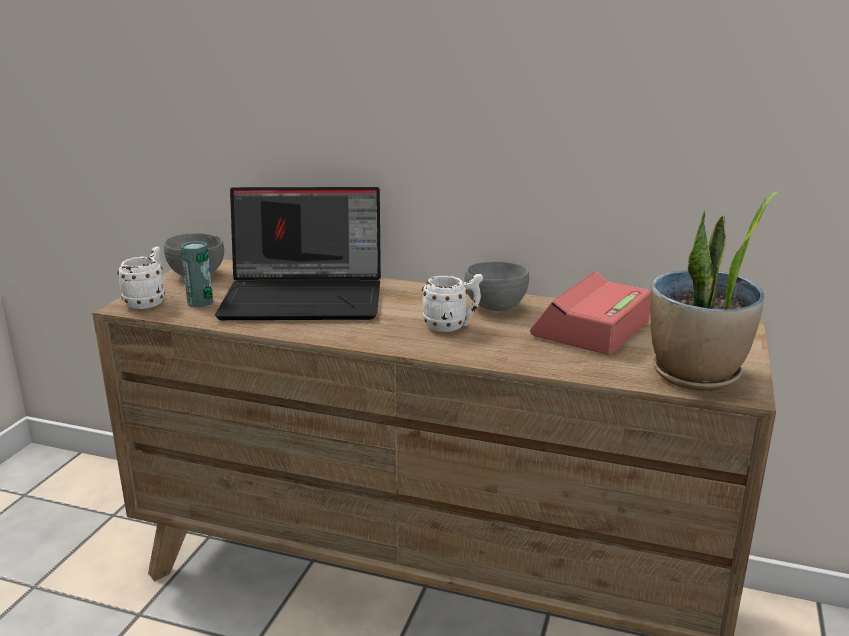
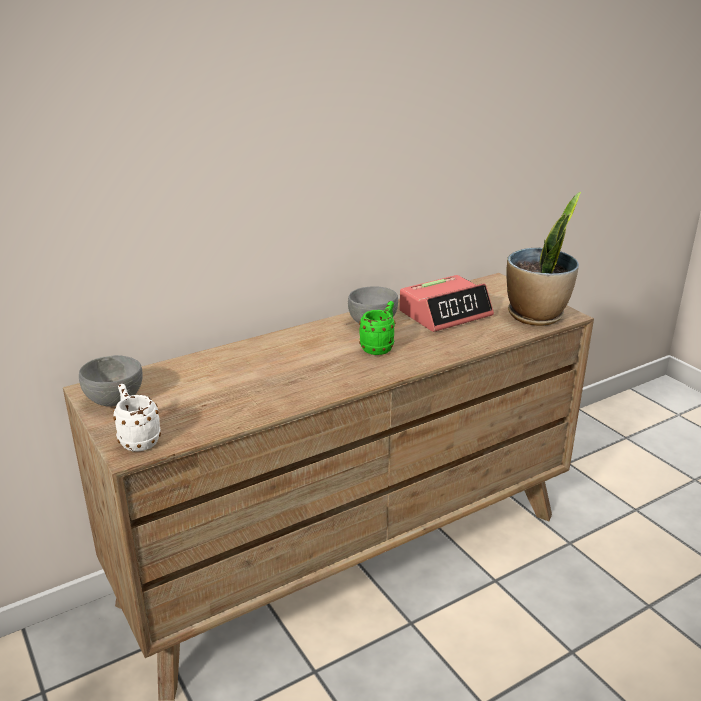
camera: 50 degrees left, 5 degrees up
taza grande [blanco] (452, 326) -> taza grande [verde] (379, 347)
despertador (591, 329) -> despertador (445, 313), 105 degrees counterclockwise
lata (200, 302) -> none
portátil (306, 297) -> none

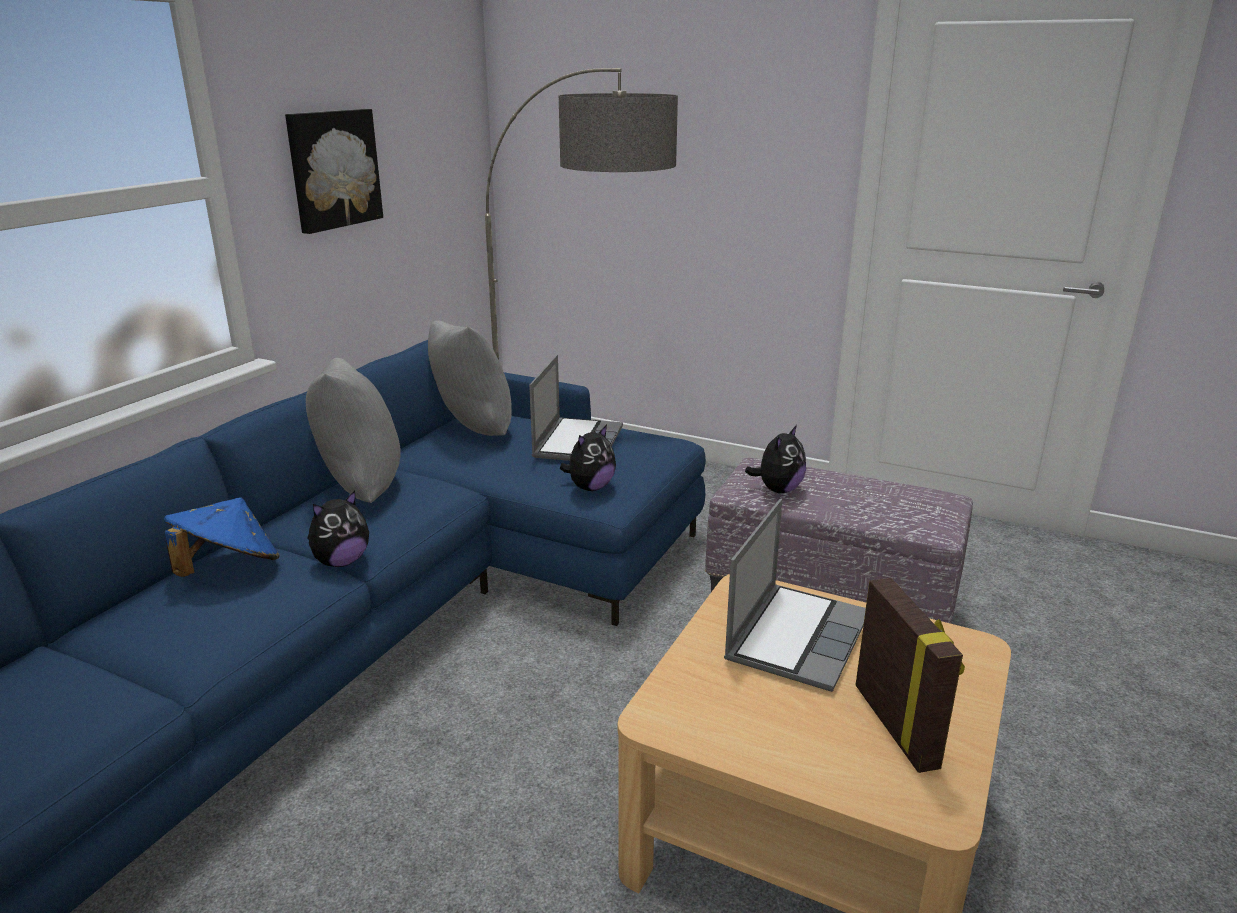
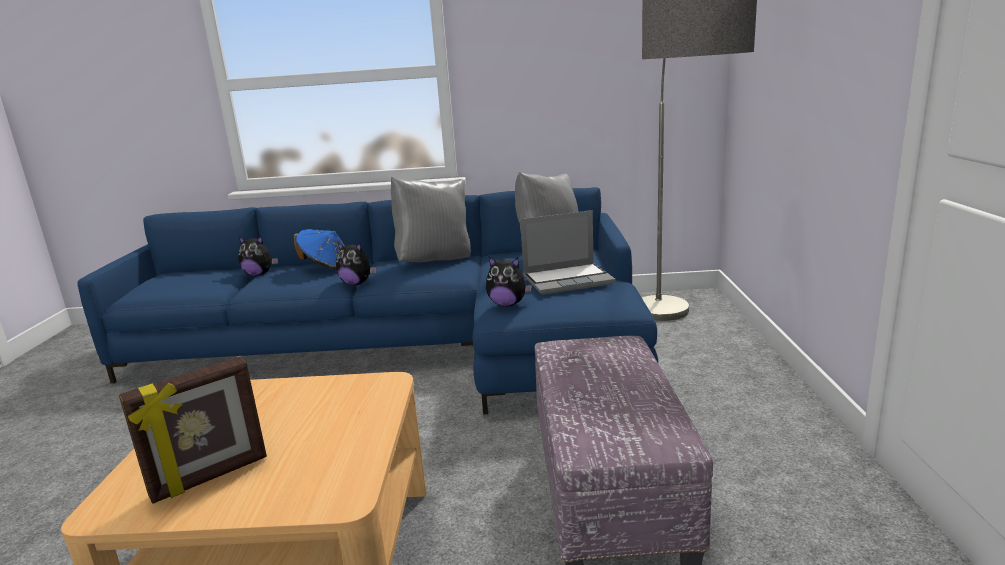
camera: 65 degrees right, 5 degrees down
peluche (778, 490) -> peluche (259, 274), shifted
cuadro (333, 169) -> none
portátil (796, 637) -> none

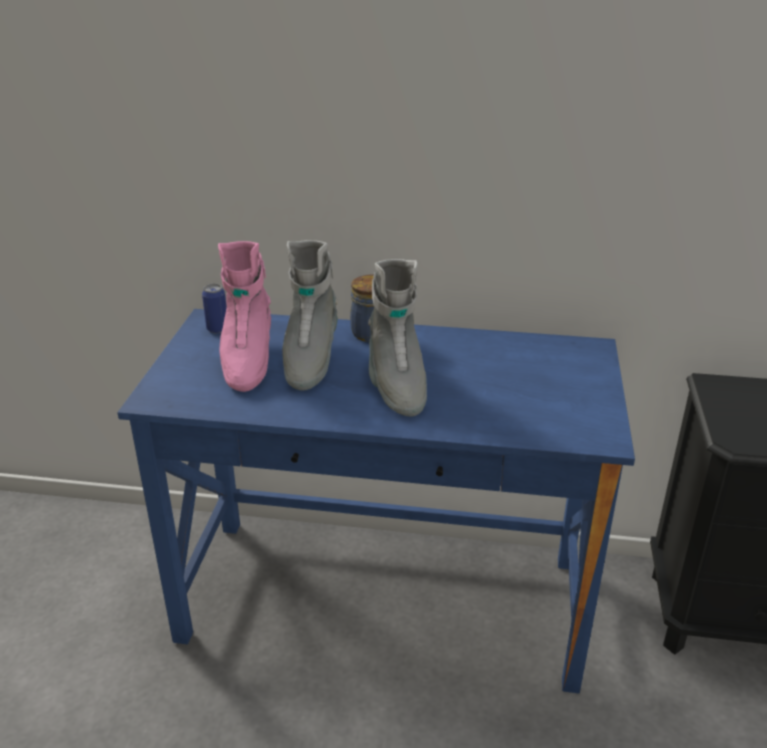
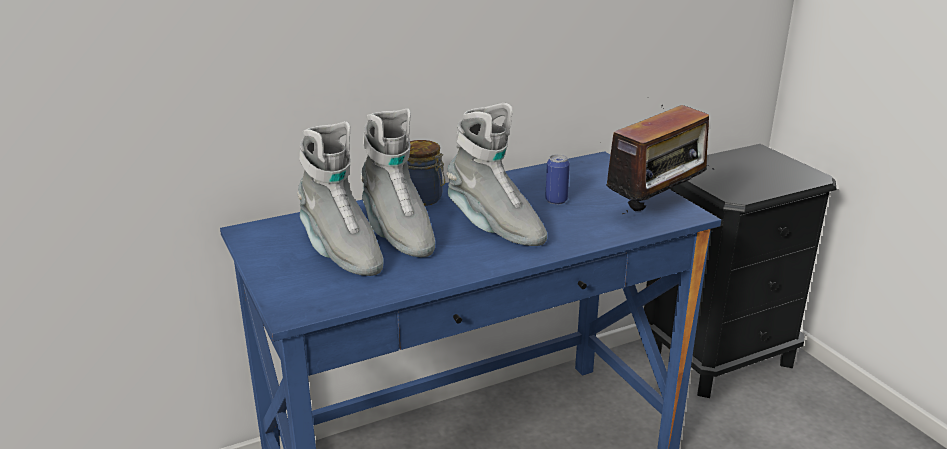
camera: 35 degrees left, 5 degrees down
bota [rosa] (246, 360) -> bota [gris] (340, 251)
lata (217, 329) -> lata (556, 200), shifted
none -> radio (656, 208)

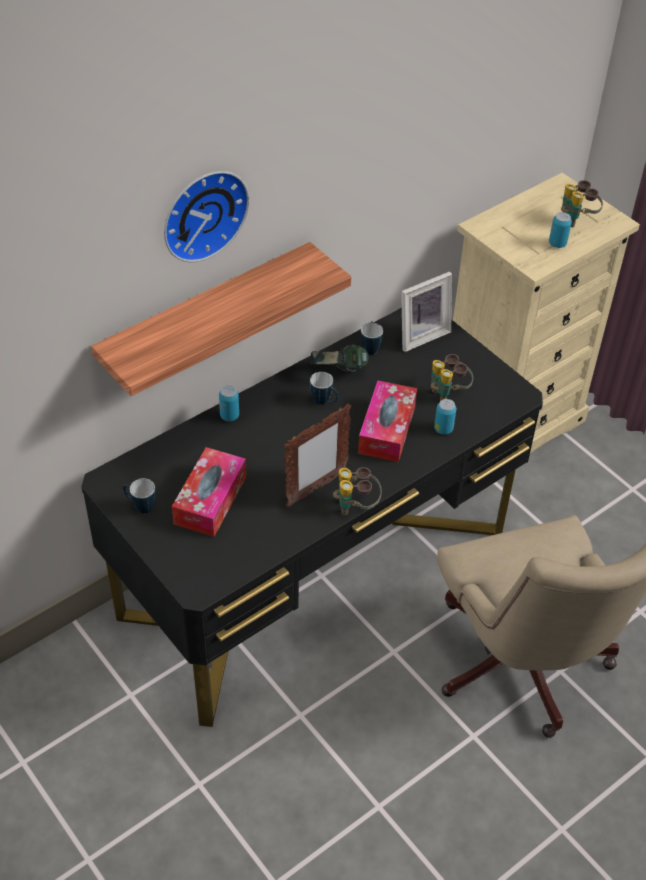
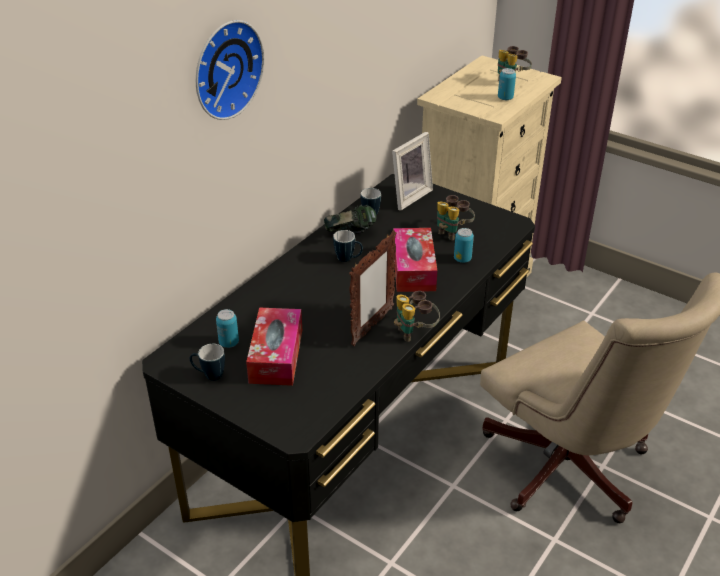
camera: 15 degrees left, 10 degrees down
lata (229, 416) -> lata (229, 343), shifted
estante (207, 319) -> none

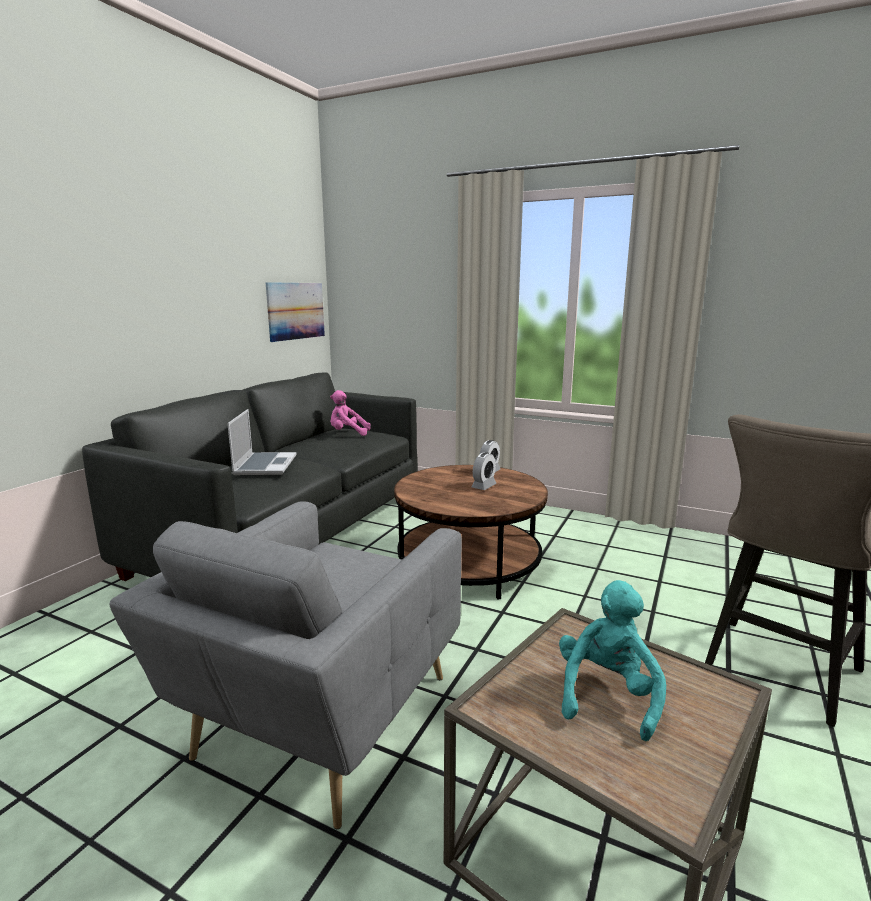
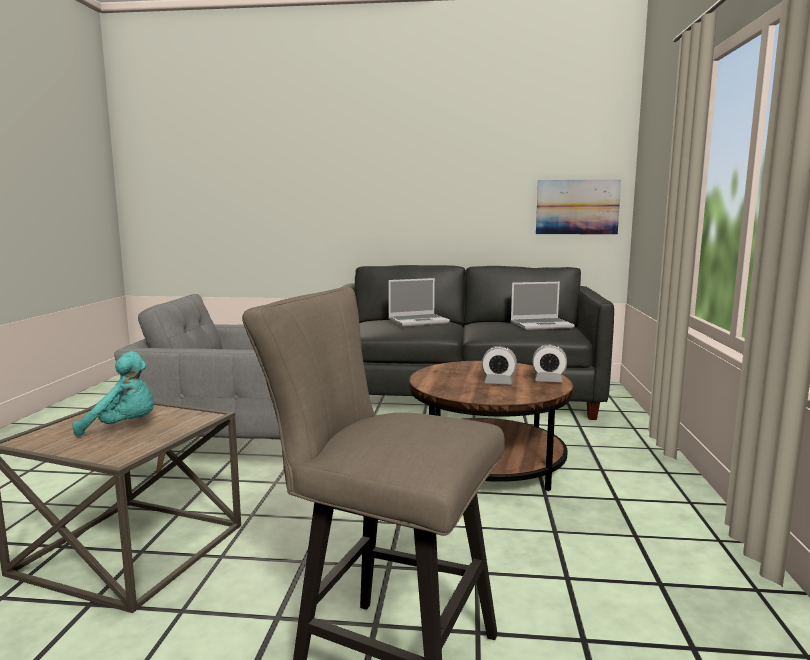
camera: 70 degrees right, 5 degrees down
peluche [rosa] (347, 433) -> portátil (541, 325)

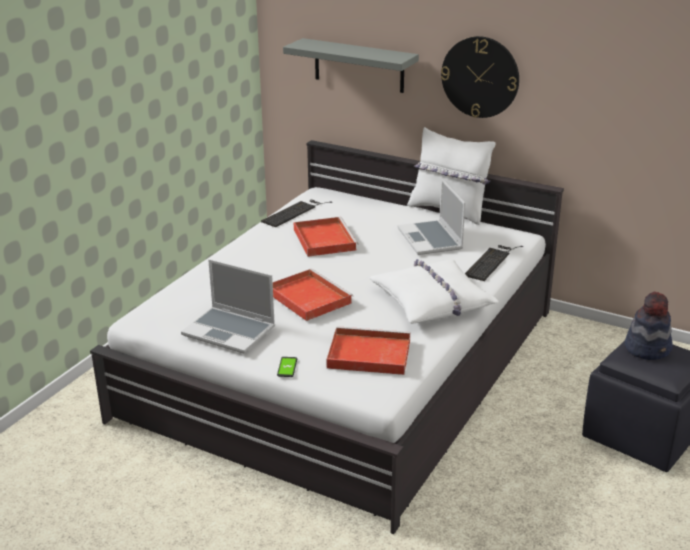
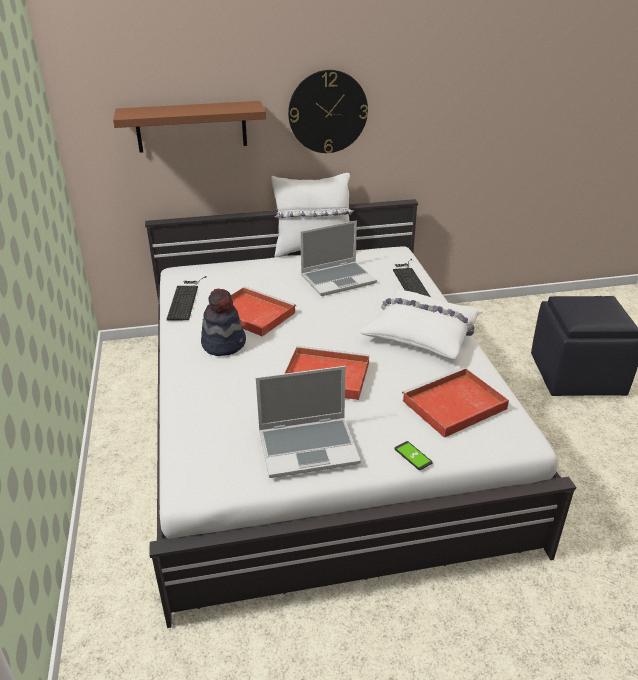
camera: 40 degrees left, 5 degrees up
estante [gris] (359, 65) -> estante [marrón] (191, 126)
sombrero (648, 348) -> sombrero (224, 343), shifted
portátil (431, 239) -> portátil (338, 279), 60 degrees counterclockwise

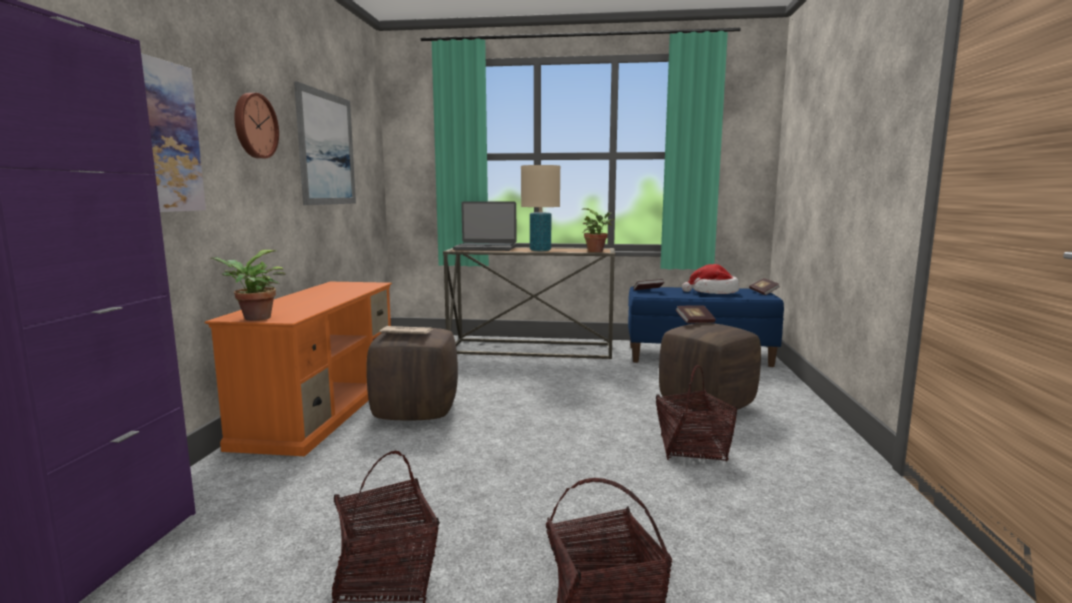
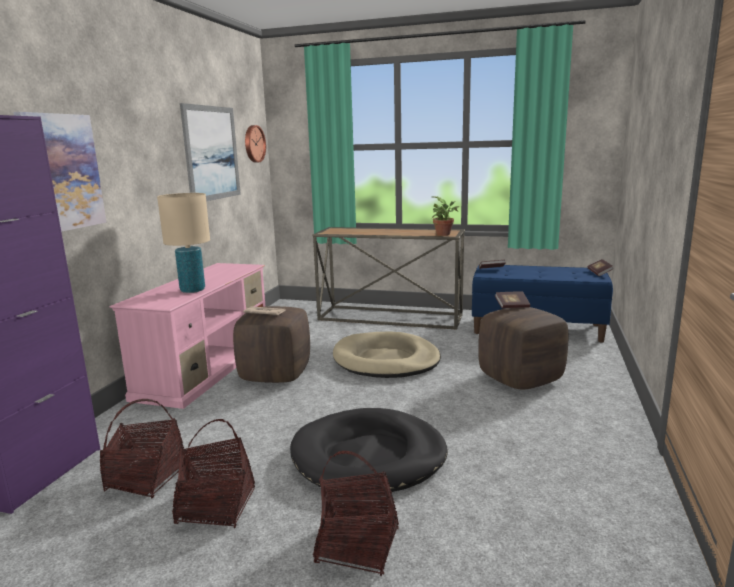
camera: 10 degrees right, 5 degrees up
cesta (692, 449) -> cesta (147, 479), shifted
mueble de televisión [naranja] (324, 406) -> mueble de televisión [rosa] (208, 366)
lámpara de mesa [beis] (540, 250) -> lámpara de mesa [beis] (192, 290), shifted
reloj de pared (254, 126) -> reloj de pared (253, 144), shifted
none -> cama para perro [negro] (369, 456)
none -> cama para perro [beis] (386, 360)
planta en maceta (253, 318) -> none
portátil (485, 248) -> none
sombrero (713, 292) -> none

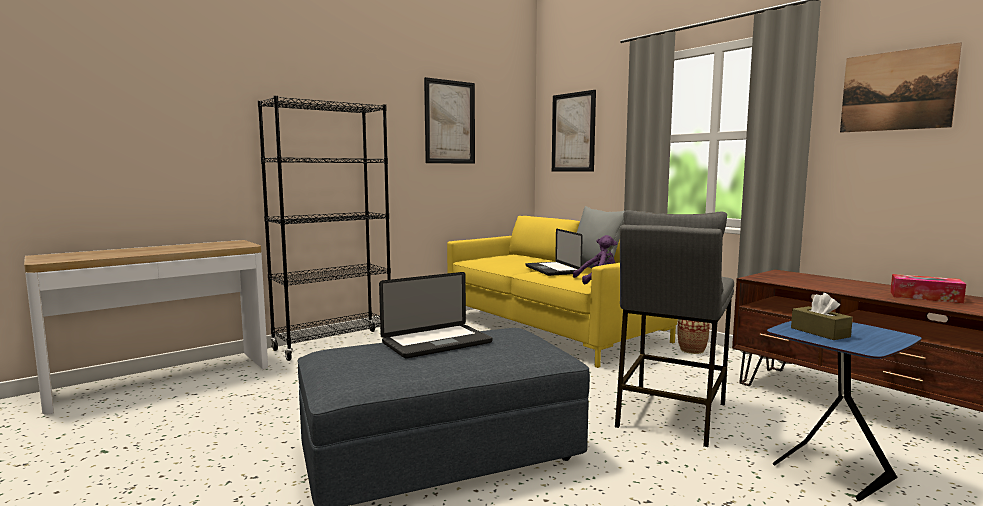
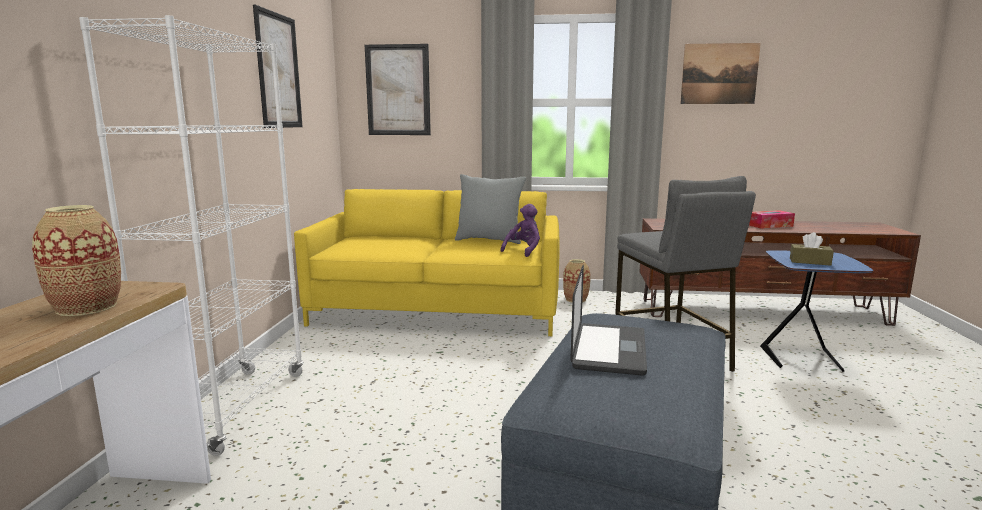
camera: 45 degrees left, 5 degrees up
none -> florero (86, 307)
estantería [negro] (334, 344) -> estantería [blanco] (234, 408)
portátil (552, 270) -> none

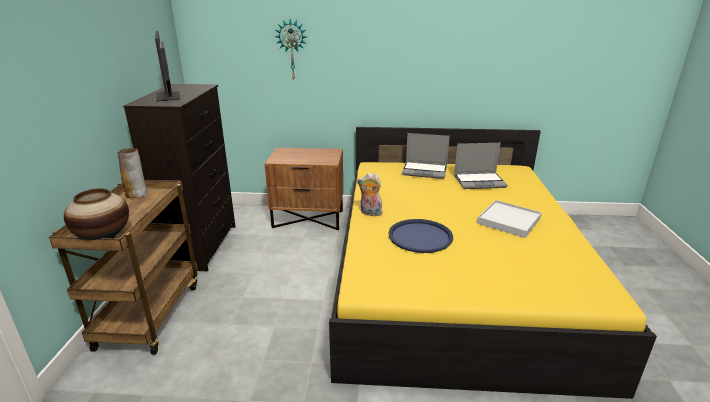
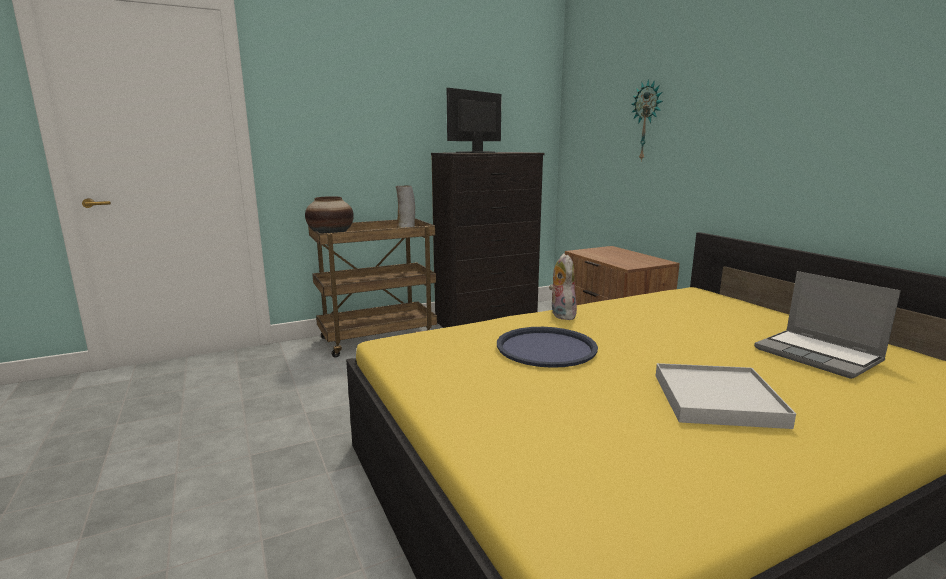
camera: 60 degrees right, 10 degrees down
portátil (425, 171) -> none

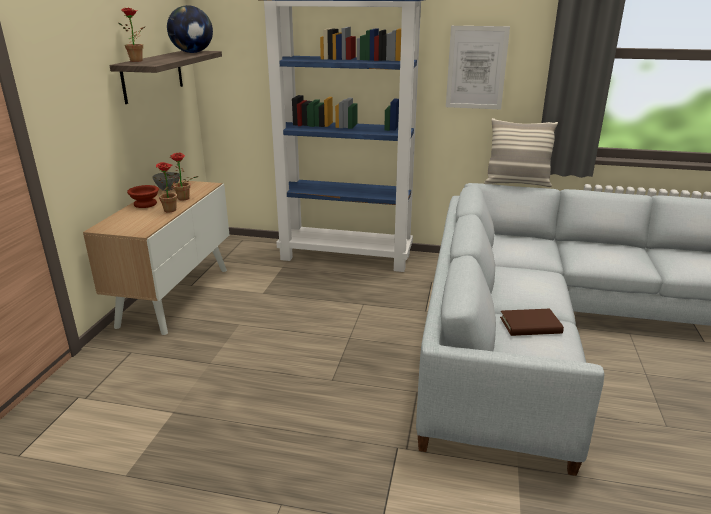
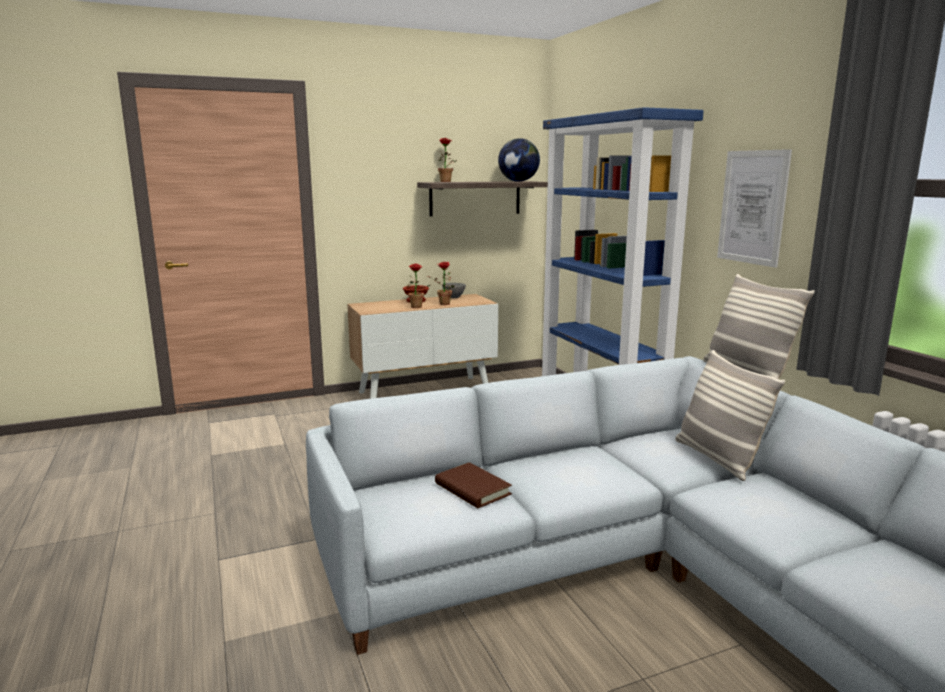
camera: 55 degrees right, 10 degrees down
none -> cojín (717, 458)

